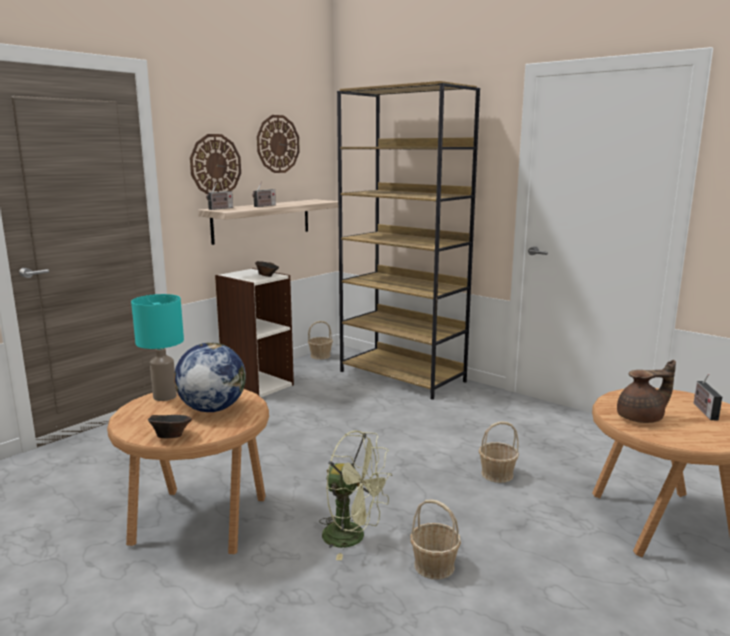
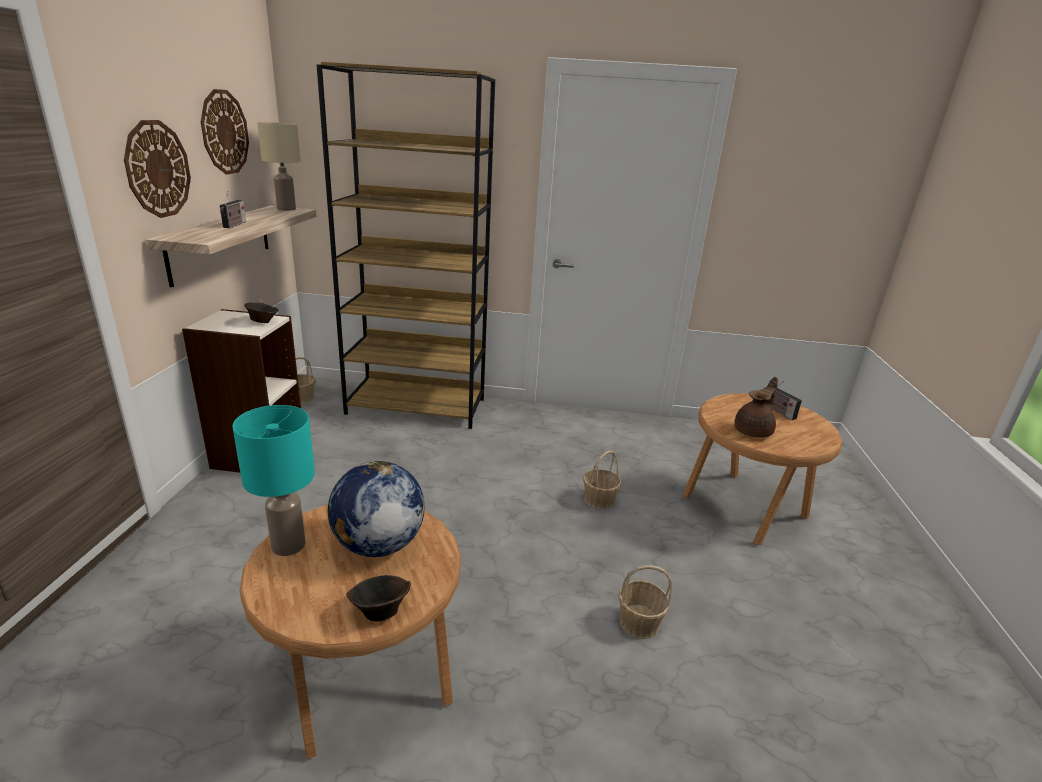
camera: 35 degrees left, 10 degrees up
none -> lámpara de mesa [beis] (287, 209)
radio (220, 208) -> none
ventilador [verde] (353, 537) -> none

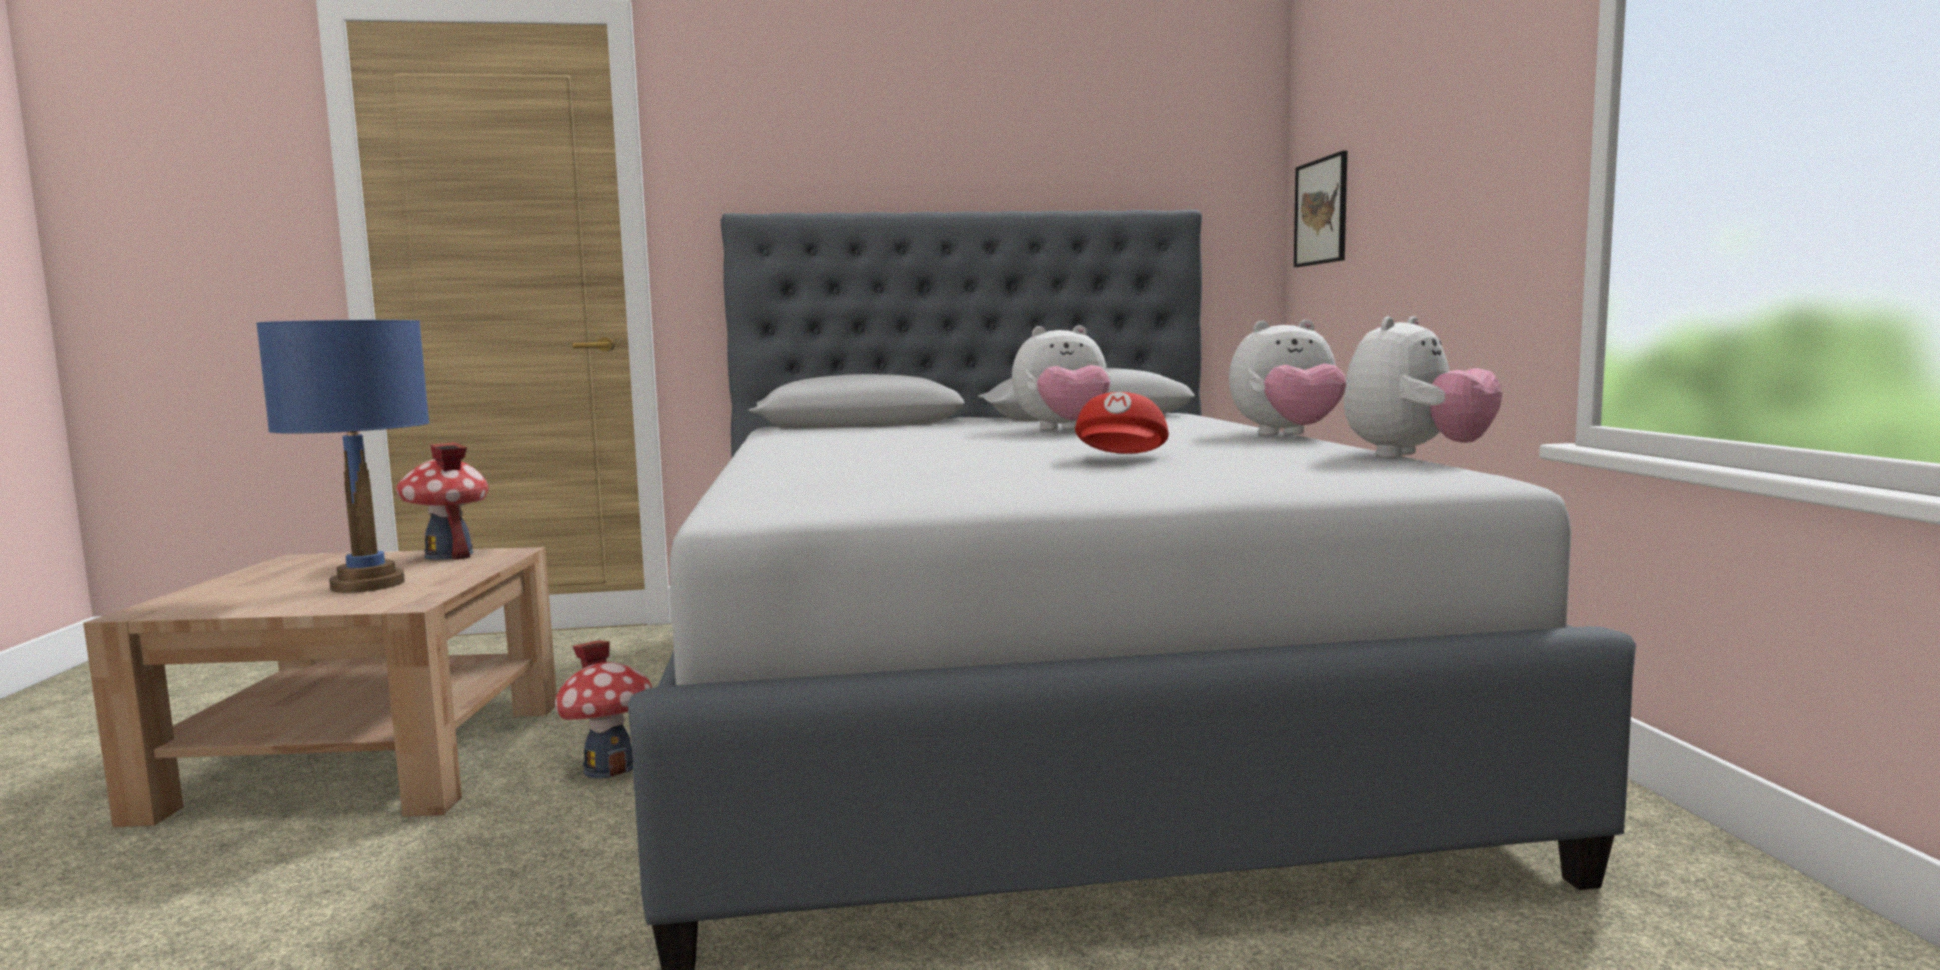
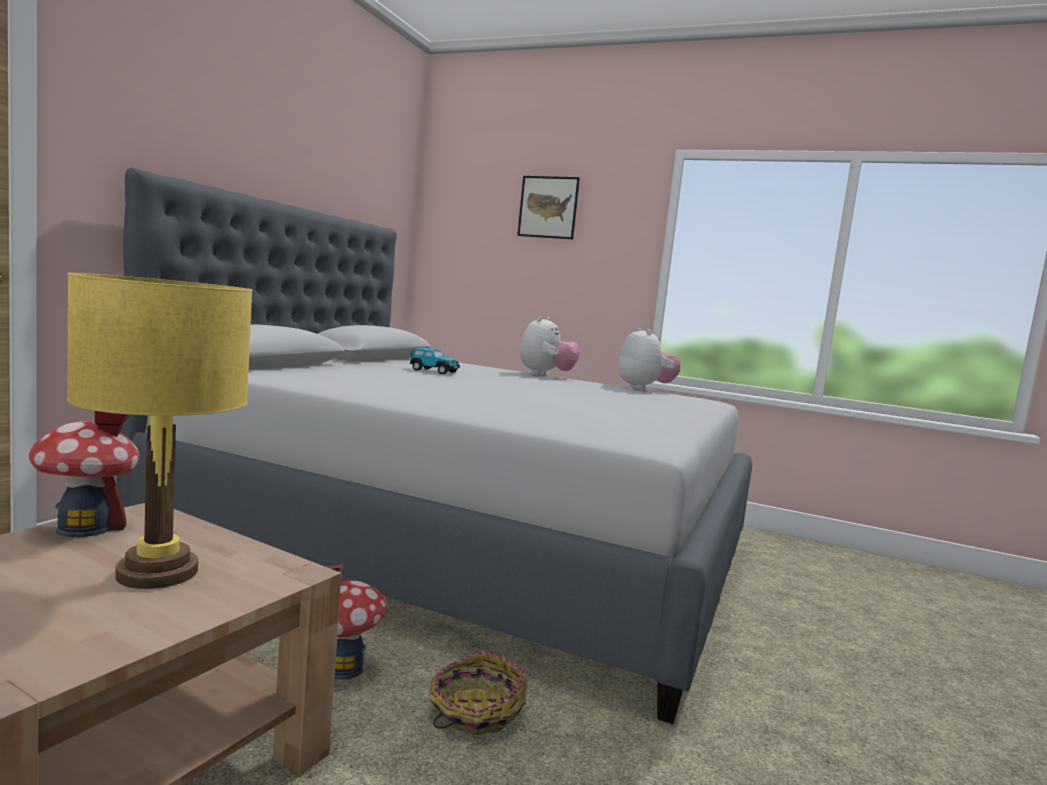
camera: 60 degrees left, 0 degrees up
lámpara de mesa [azul] (368, 585) -> lámpara de mesa [amarillo] (158, 573)
peluche (1064, 430) -> coche de juguete (433, 371)
none -> cesta (475, 710)
cuadro (1321, 211) -> cuadro (548, 207), shifted
gorra [rojo] (1122, 459) -> none

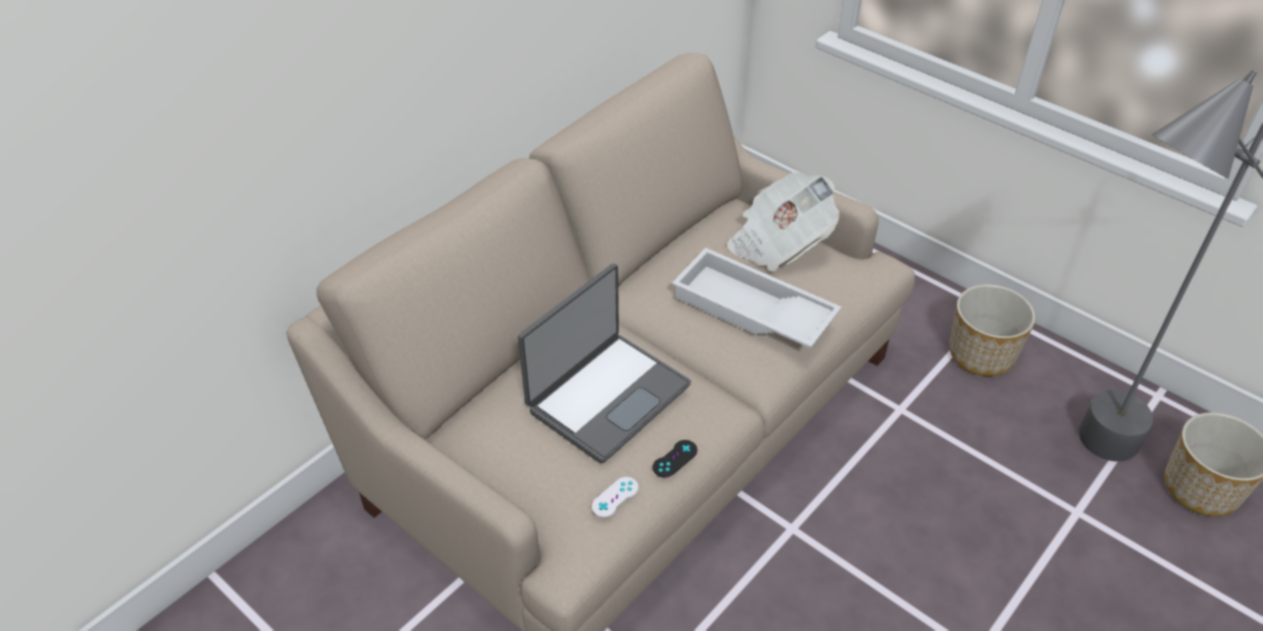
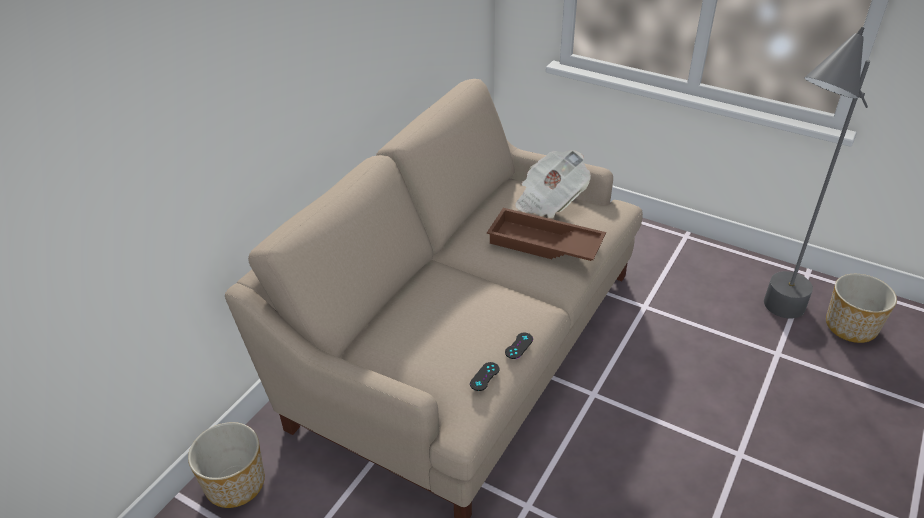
camera: 10 degrees left, 5 degrees down
maceta (980, 354) -> maceta (235, 483), shifted
mando de consola [blanco] (615, 497) -> mando de consola [negro] (484, 376)
bandeja [blanco] (751, 310) -> bandeja [marrón] (543, 244)
portátil (607, 396) -> none

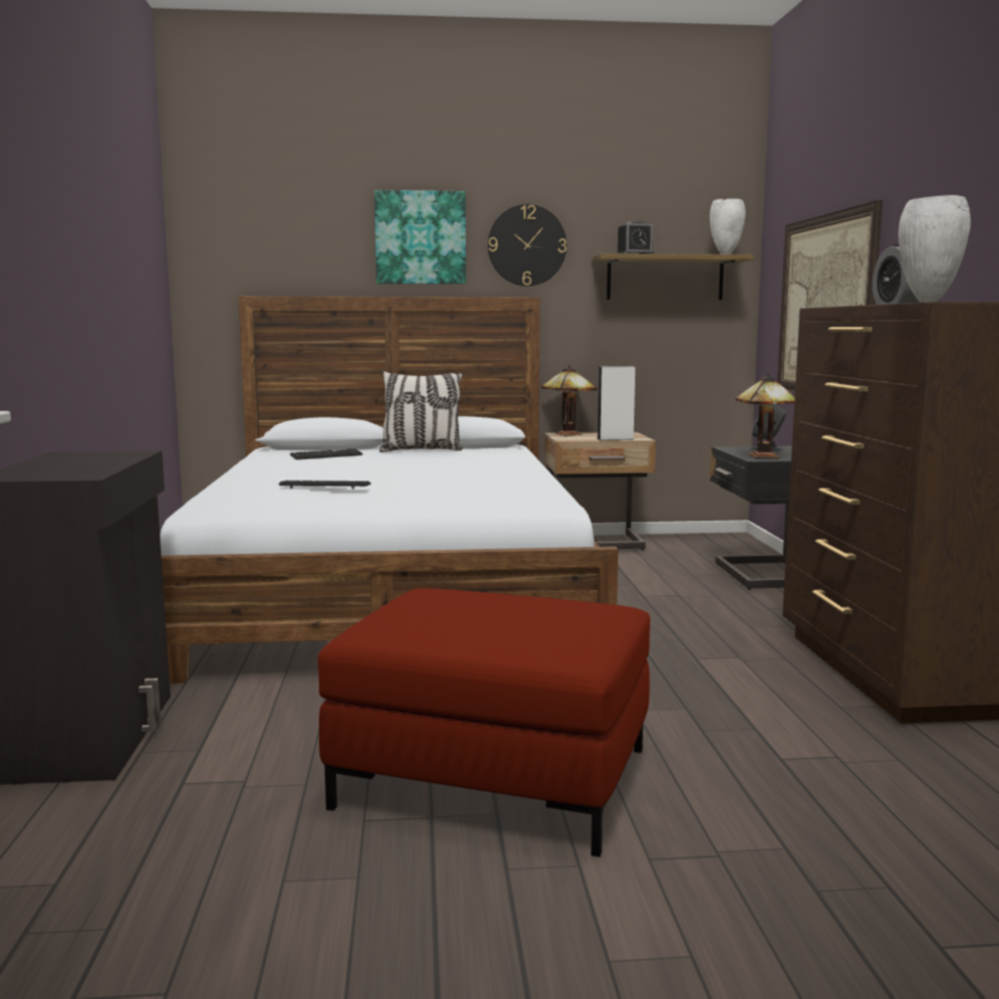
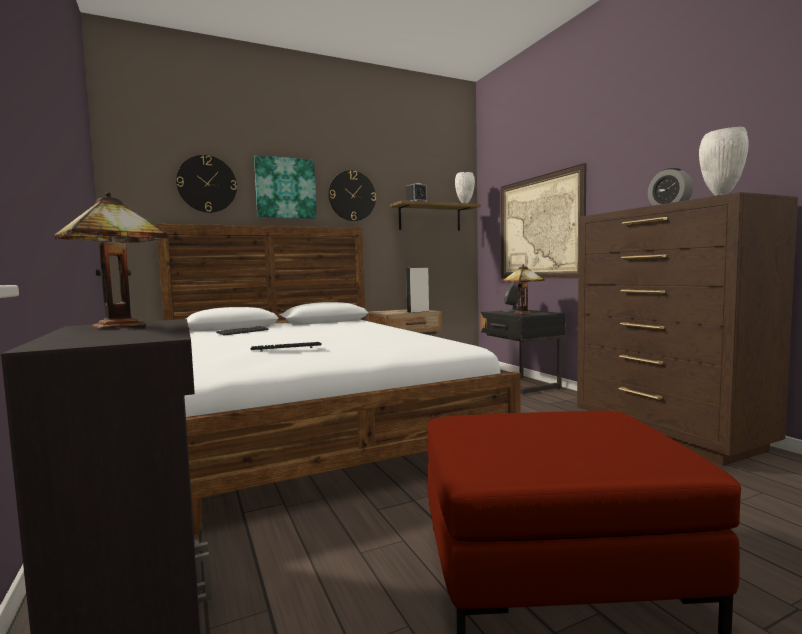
camera: 20 degrees left, 5 degrees down
lámpara de mesa (566, 434) -> lámpara de mesa (115, 326), shifted
none -> reloj de pared (207, 184)
cojín (421, 450) -> none

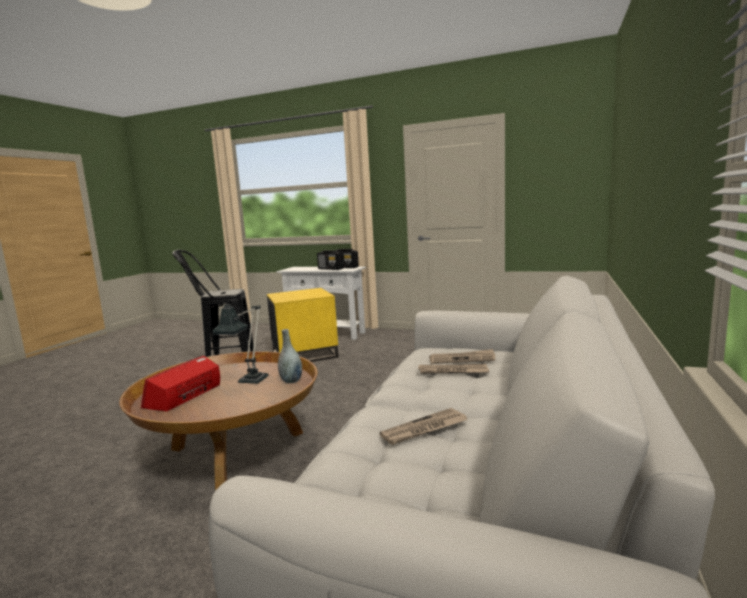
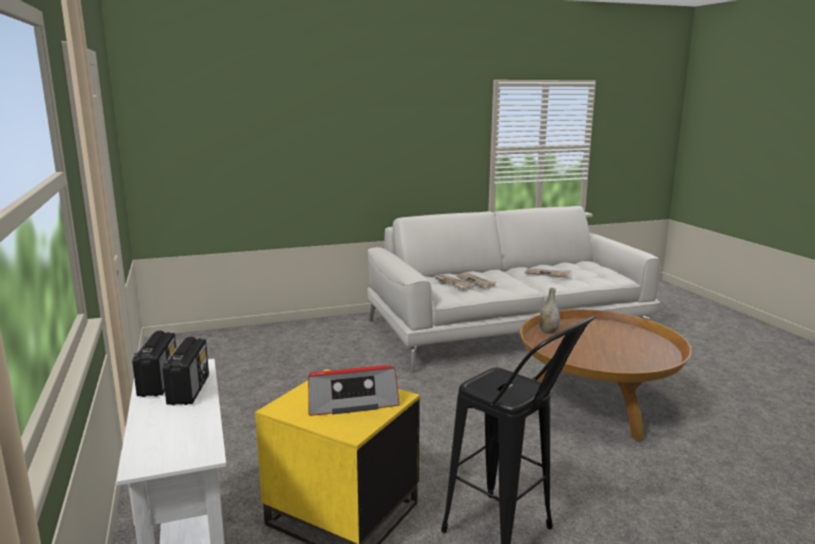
camera: 130 degrees left, 5 degrees up
radio (185, 396) -> radio (352, 401), shifted
lámpara de mesa (249, 382) -> none

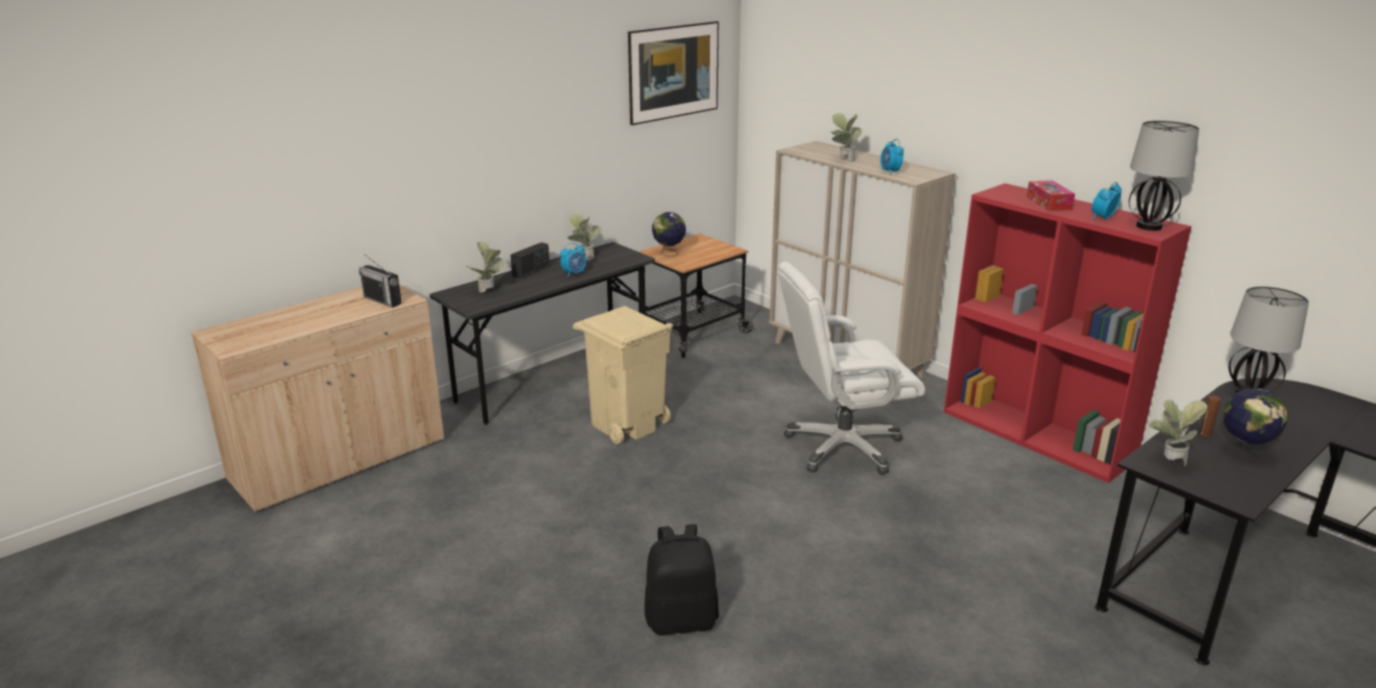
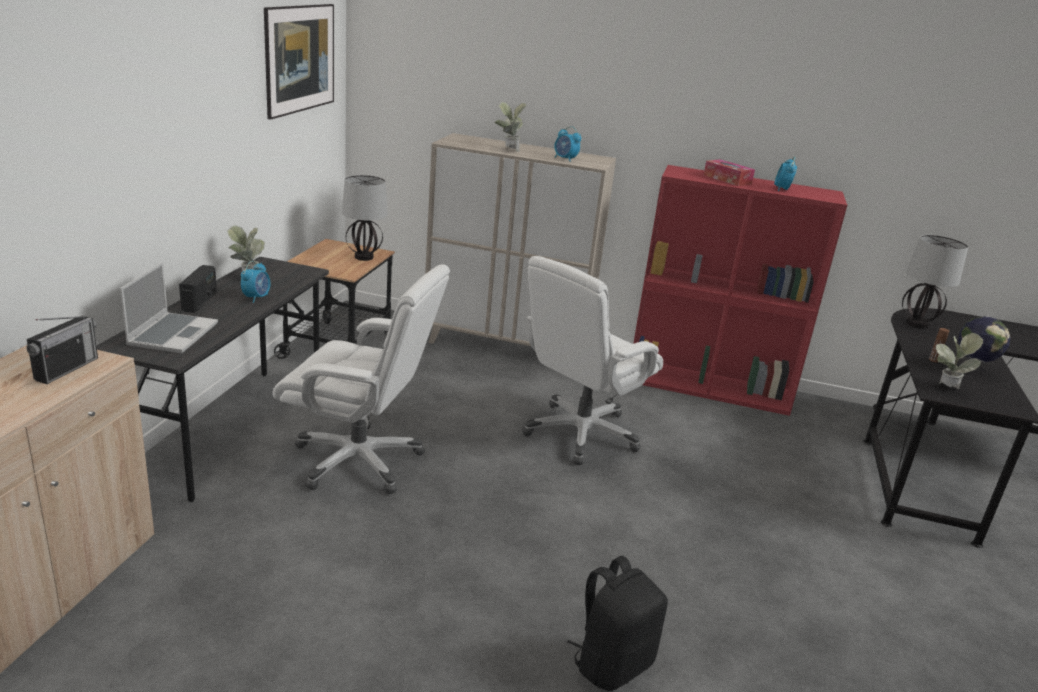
camera: 35 degrees left, 0 degrees up
radio (382, 300) -> radio (66, 369), 75 degrees counterclockwise
planta en maceta (489, 291) -> portátil (172, 334)
papelera [beis] (626, 424) -> silla de oficina [blanco] (359, 460)
lámpara de mesa (1149, 226) -> lámpara de mesa (364, 257), shifted
globo terráqueo (669, 254) -> none

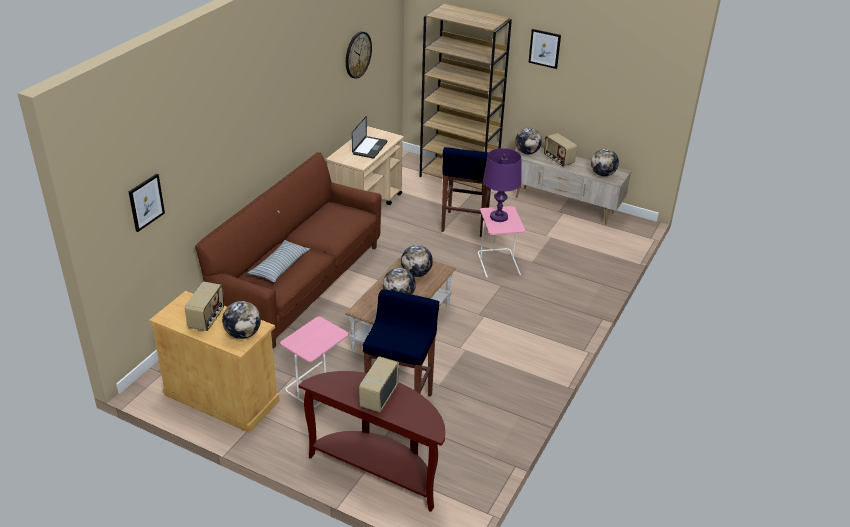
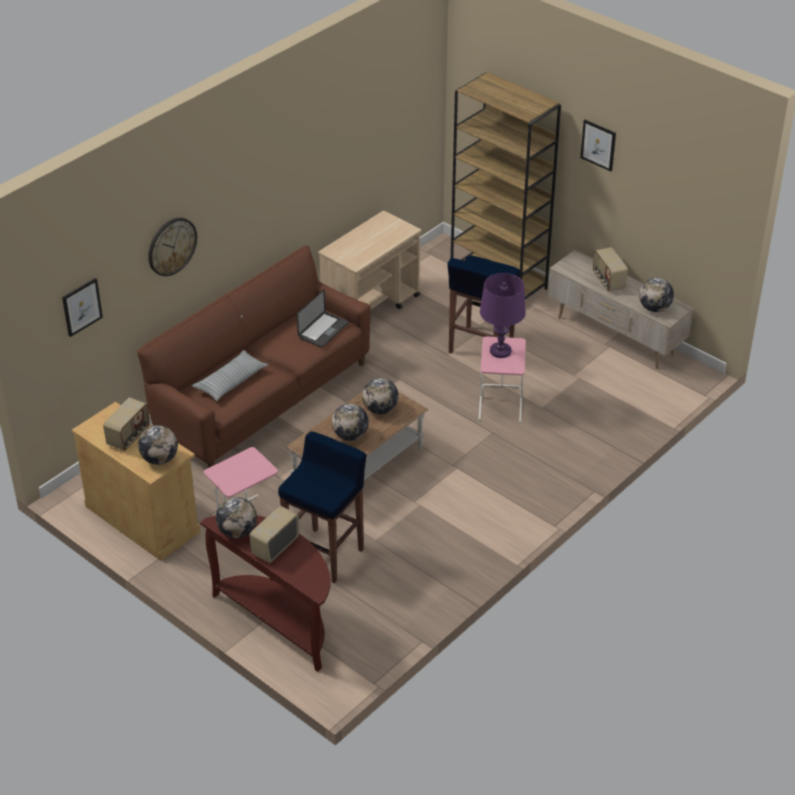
camera: 15 degrees right, 5 degrees up
reloj de pared (357, 54) -> reloj de pared (171, 246), shifted
globo terráqueo (527, 152) -> globo terráqueo (237, 532), shifted
portátil (370, 148) -> portátil (323, 330), shifted

